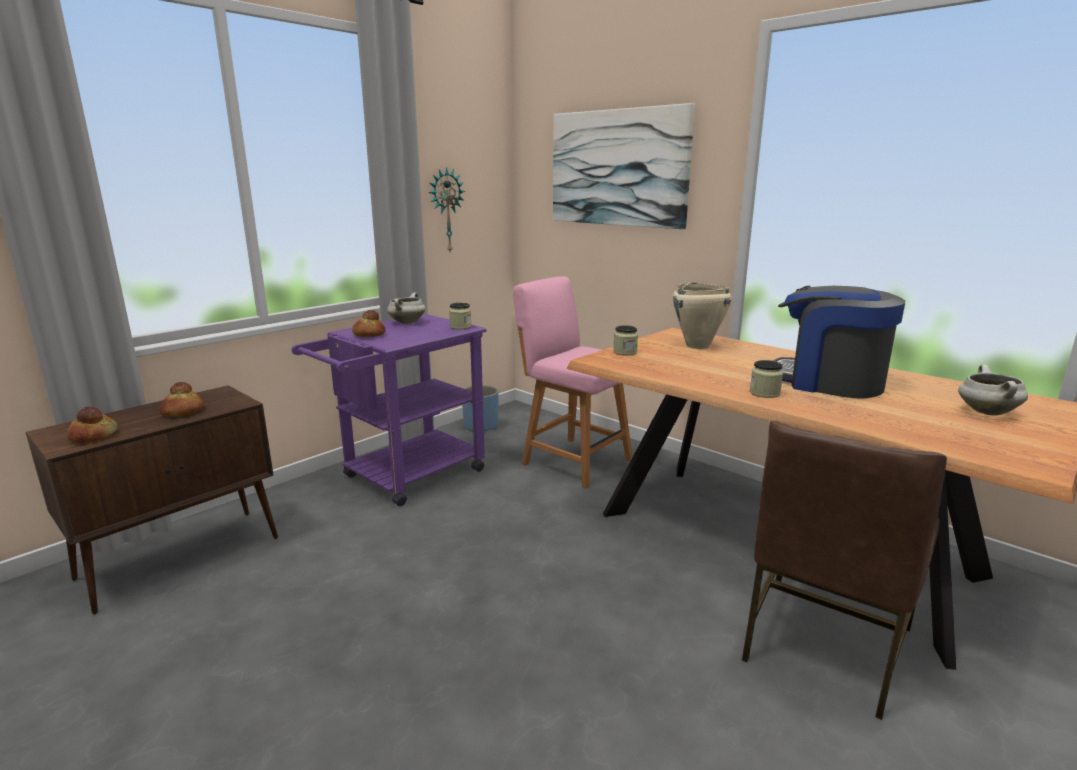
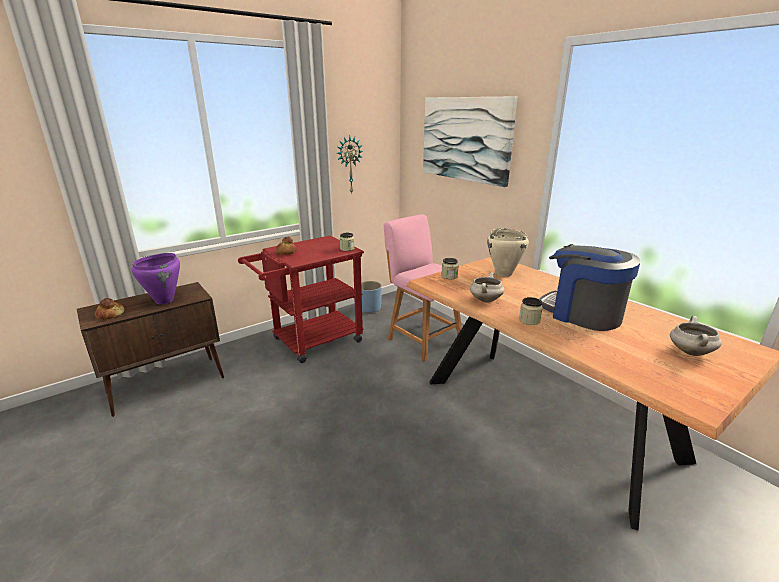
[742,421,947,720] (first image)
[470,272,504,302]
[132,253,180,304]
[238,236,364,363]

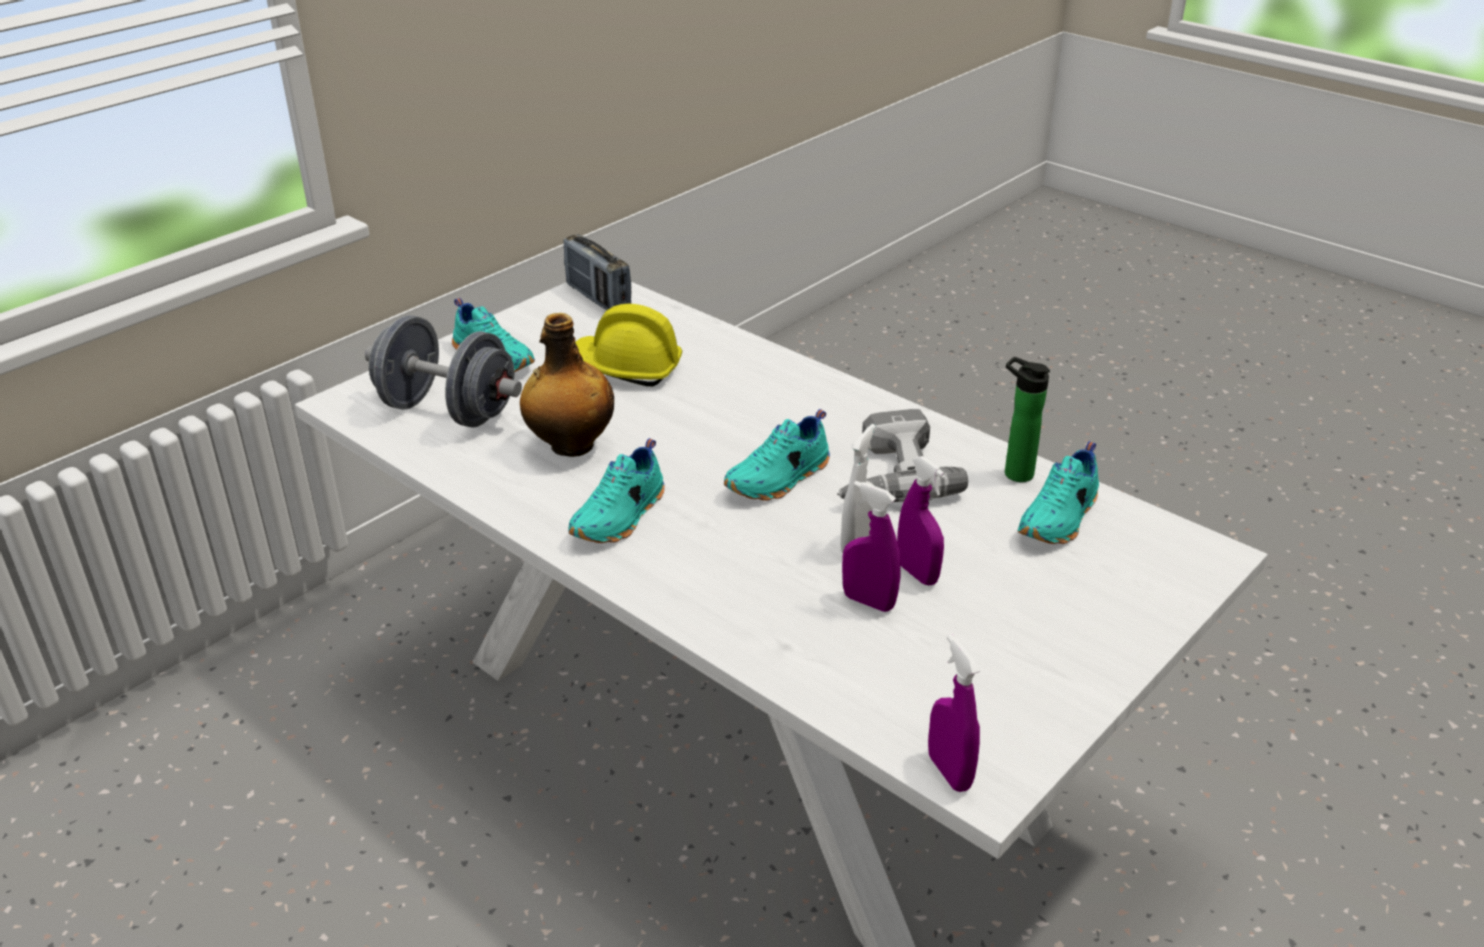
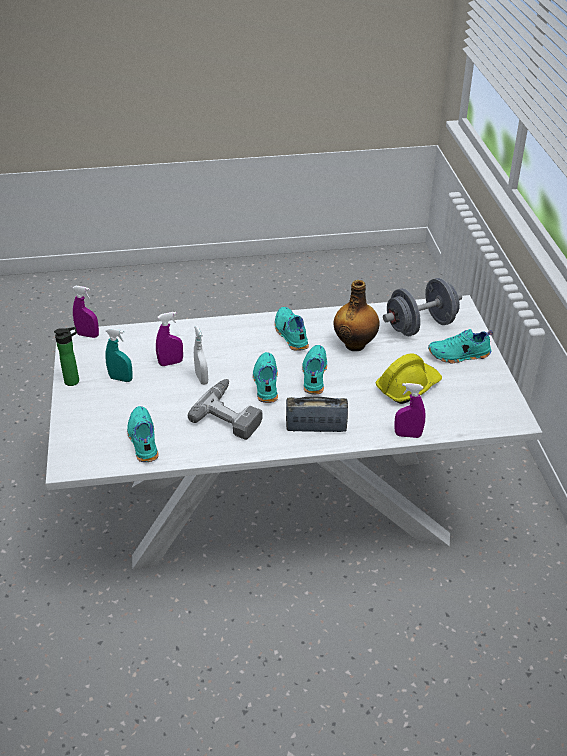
[105,328,133,382]
[302,345,327,394]
[286,396,348,432]
[394,383,426,438]
[54,327,79,386]

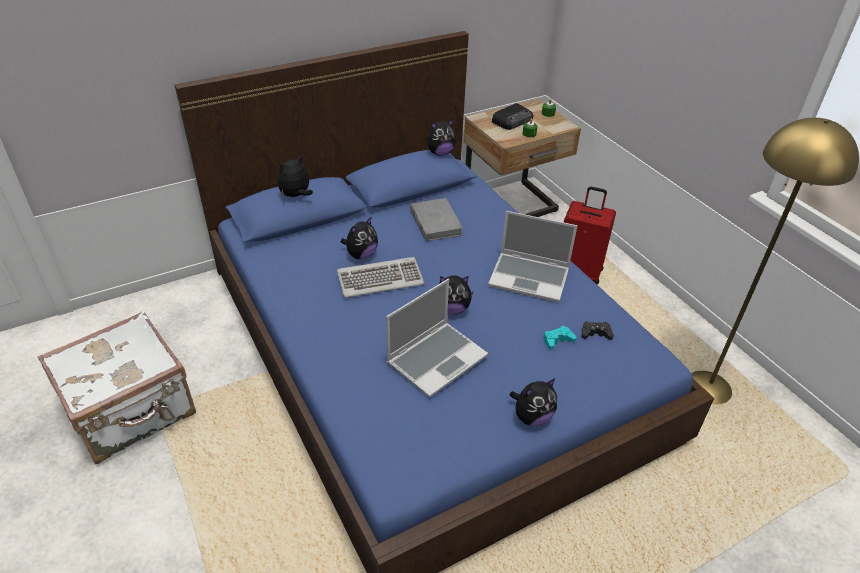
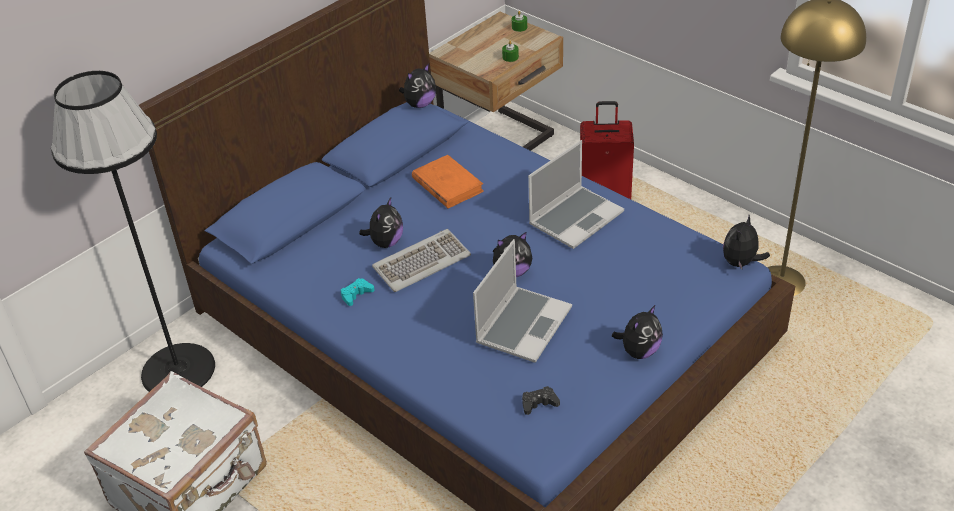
[492,103,533,130] (first image)
[51,71,215,392]
[723,215,770,269]
[341,278,375,306]
[522,386,560,415]
[412,155,484,208]
[528,140,624,249]

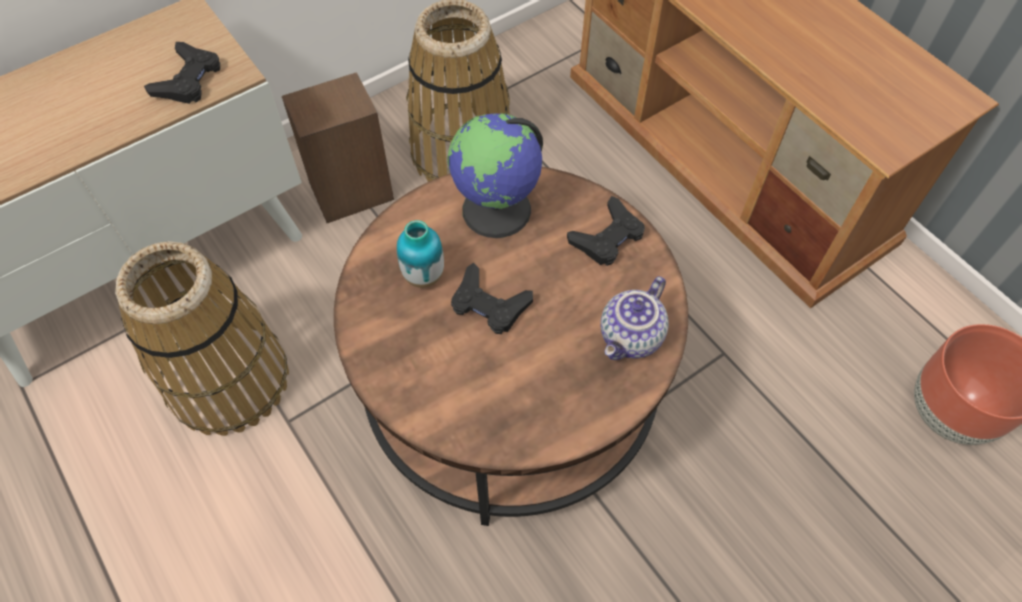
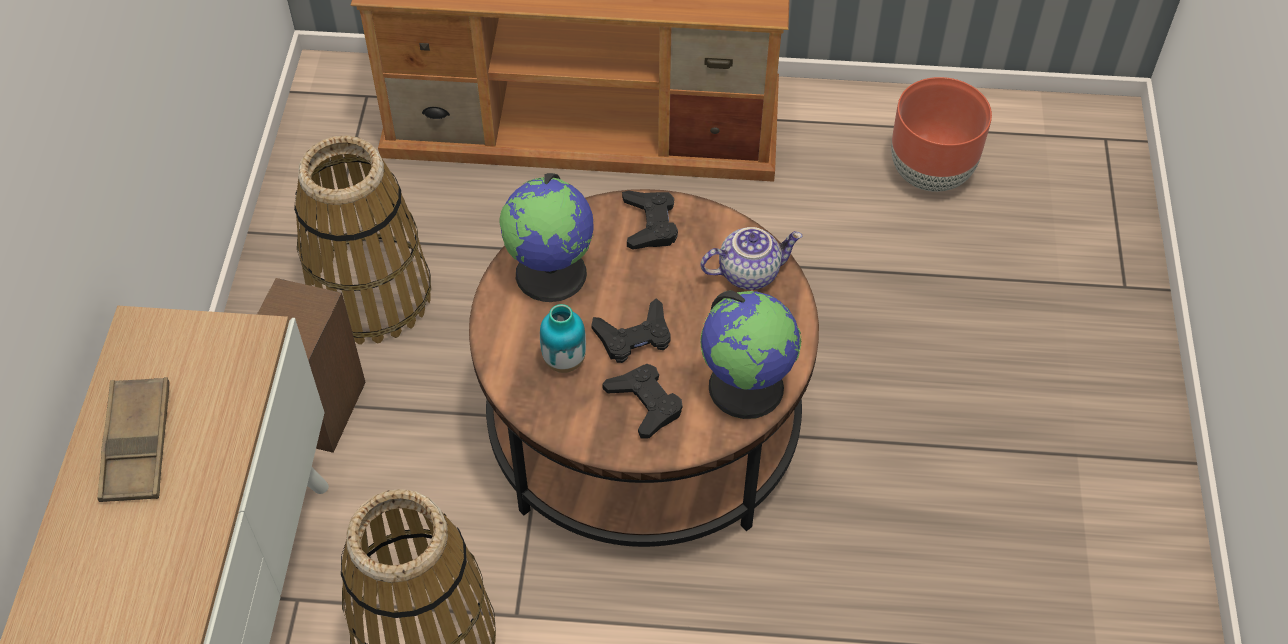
[98,377,170,502]
[700,290,801,419]
[602,364,683,439]
[700,227,803,290]

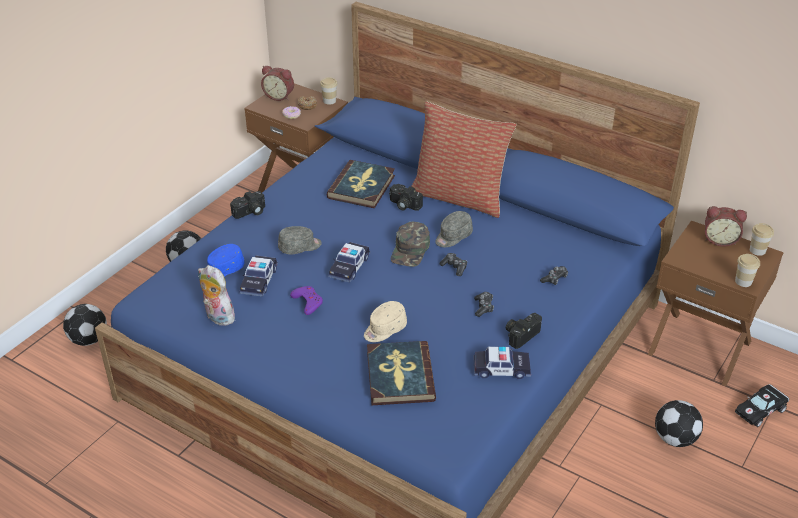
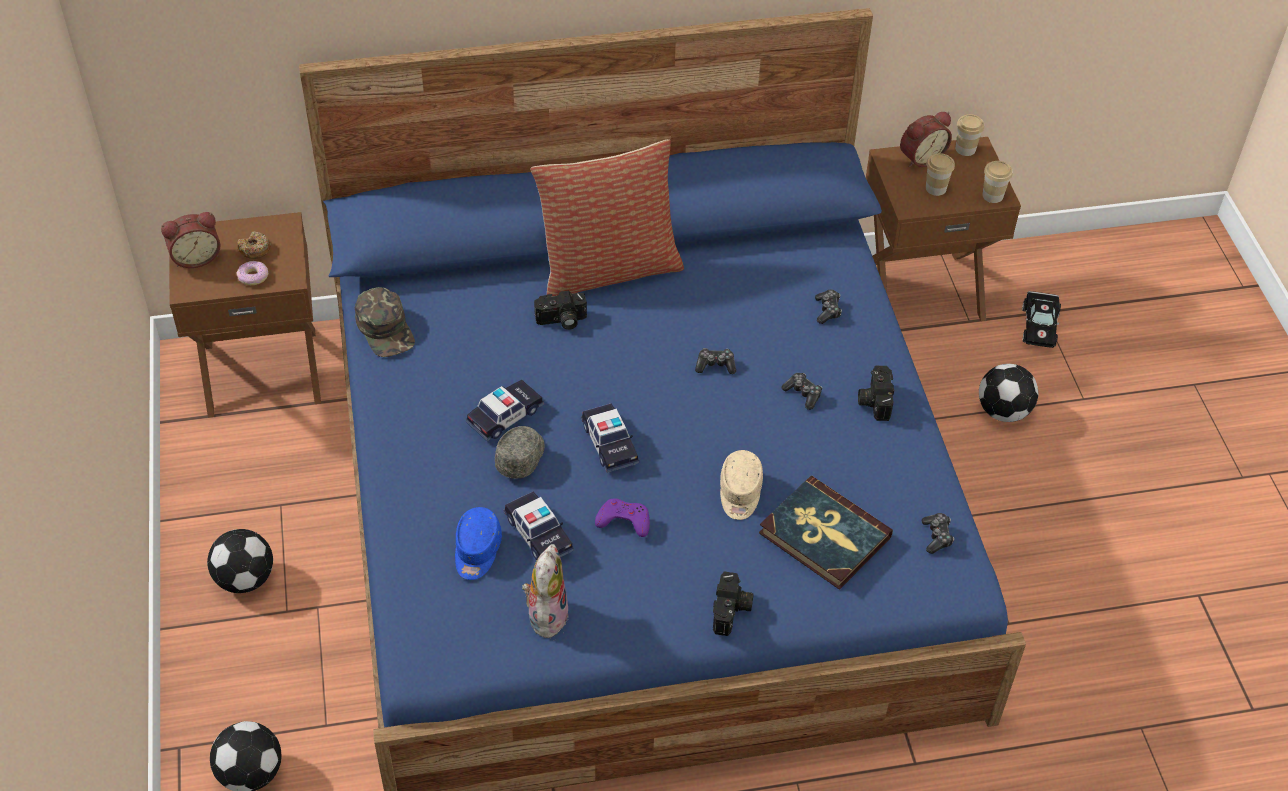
[326,160,395,208] (first image)
[435,211,473,247] (first image)
[922,513,954,554]
[713,571,754,636]
[926,153,955,196]
[355,287,415,357]
[466,380,544,442]
[522,544,568,639]

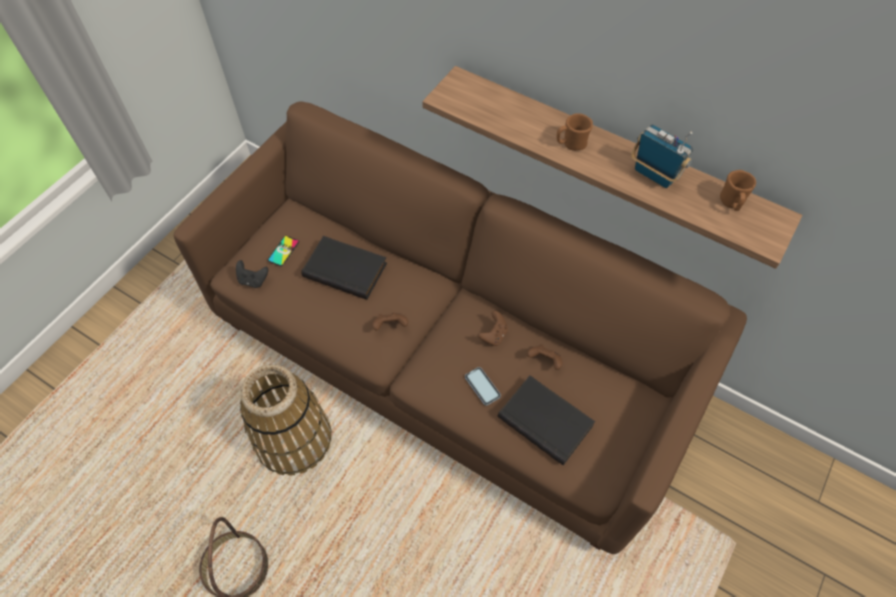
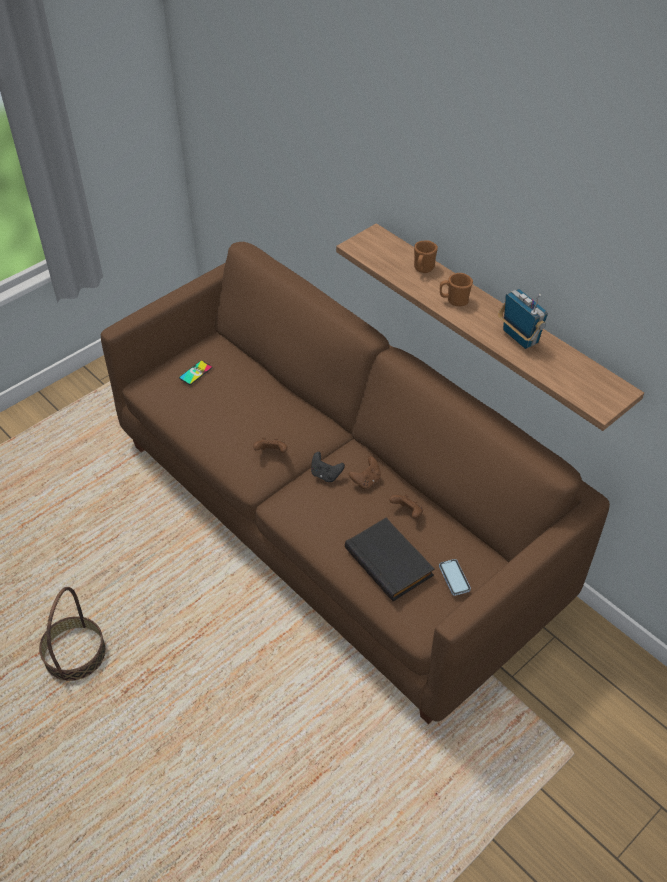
[240,364,332,476] (first image)
[301,236,387,300] (first image)
[311,452,345,482]
[439,559,471,596]
[414,241,438,273]

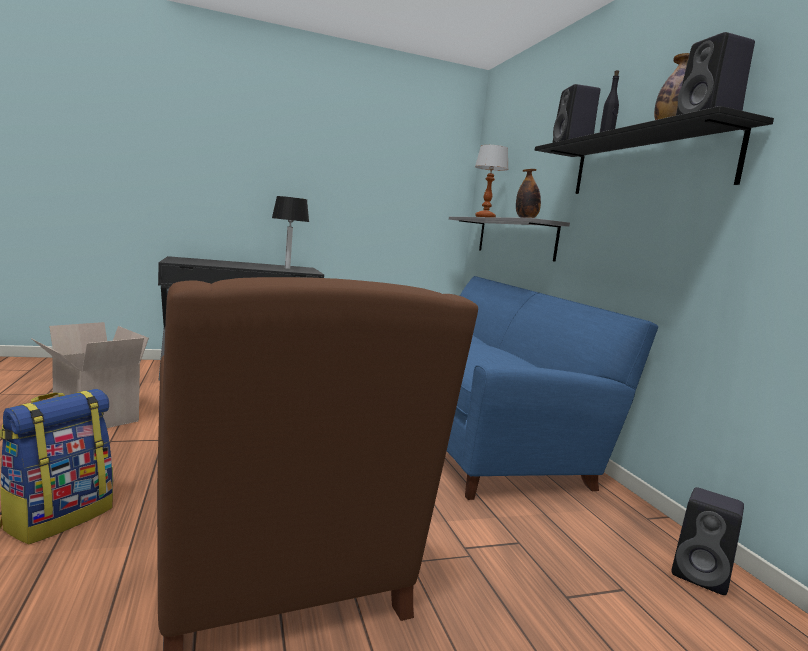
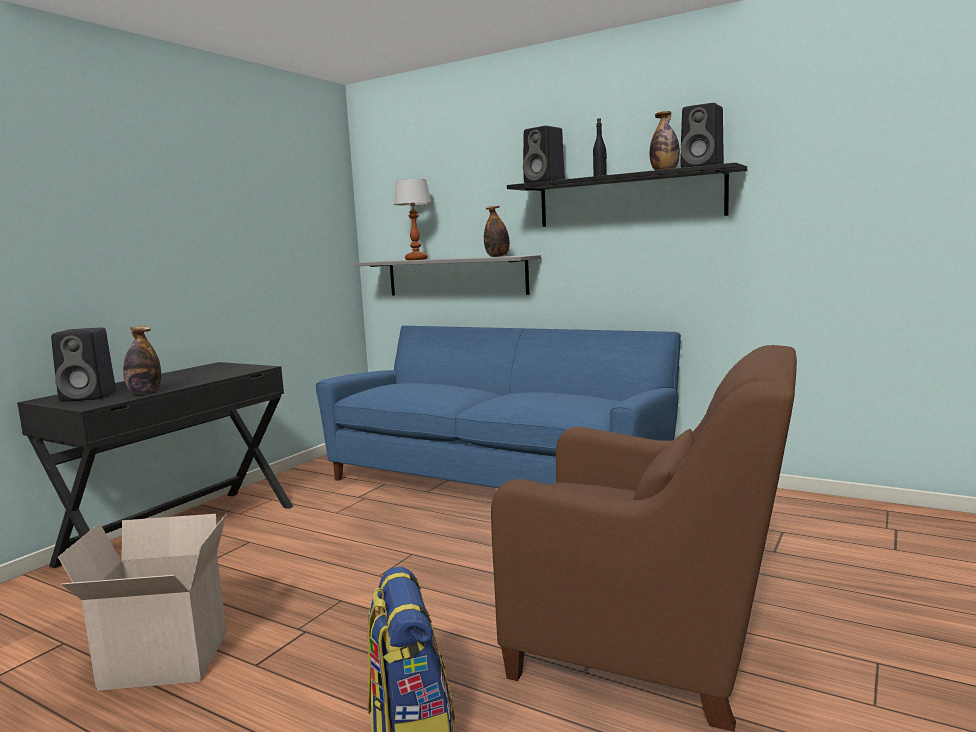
[272,196,309,269] (first image)
[123,326,161,394]
[51,327,116,402]

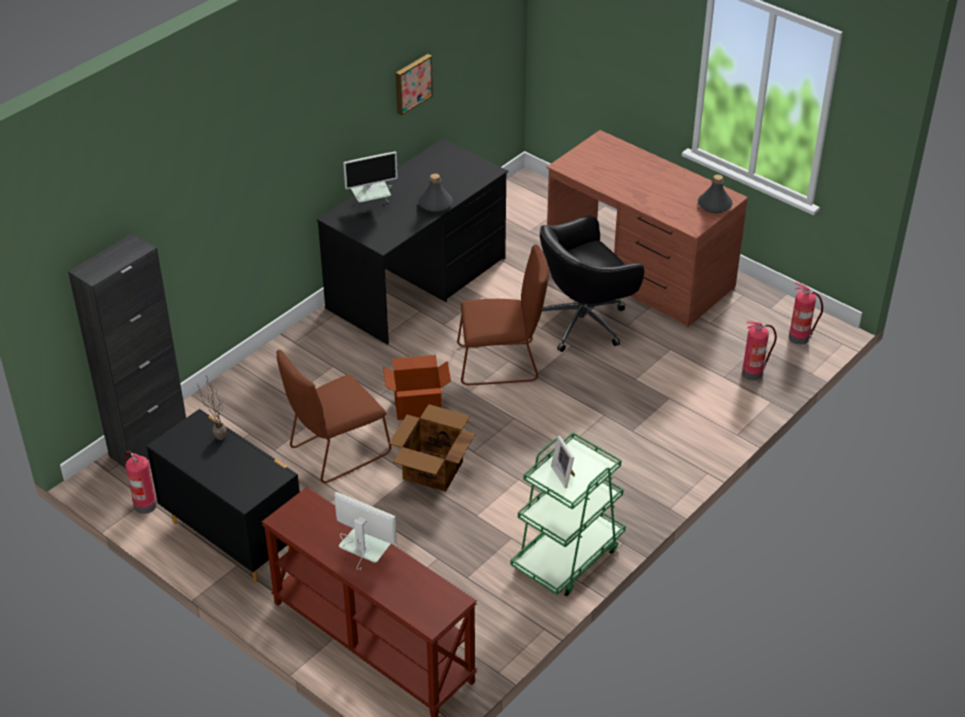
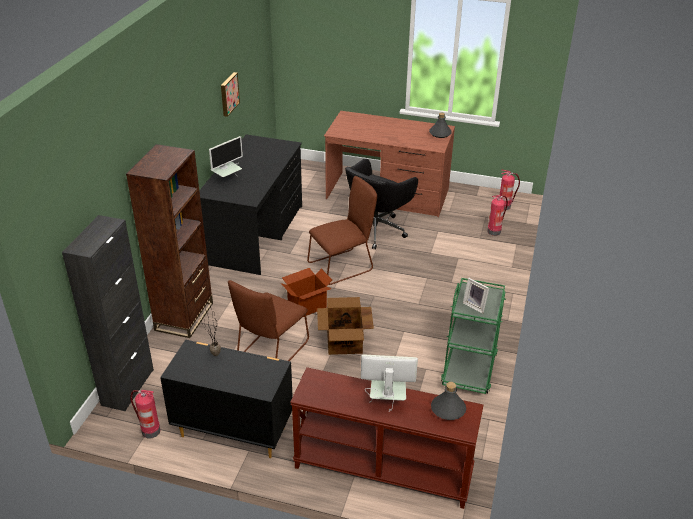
[126,144,213,338]
[431,382,466,420]

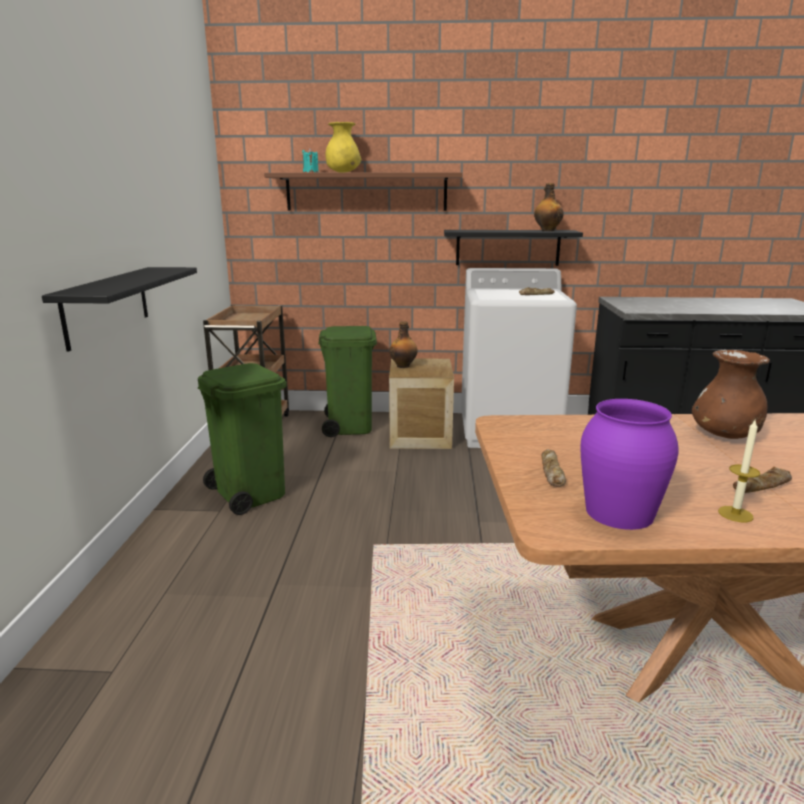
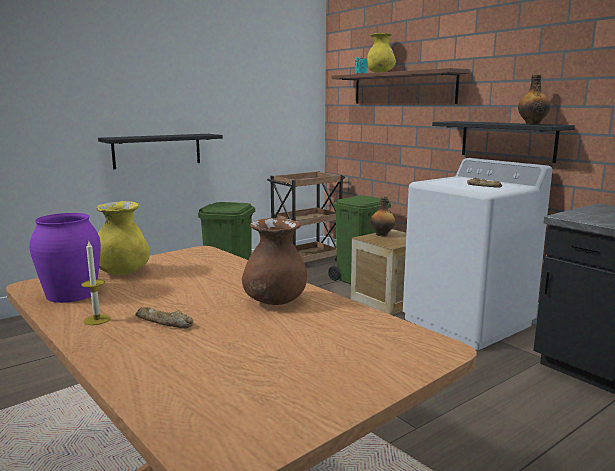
[96,201,150,275]

